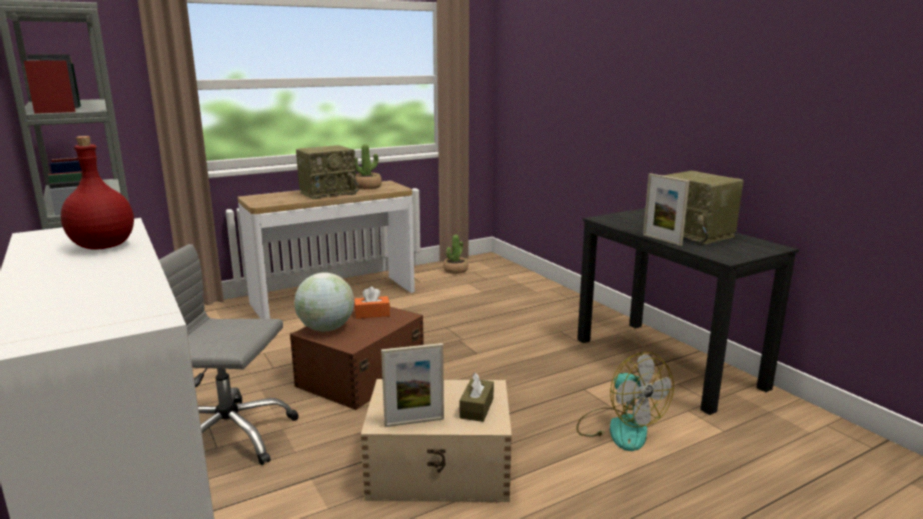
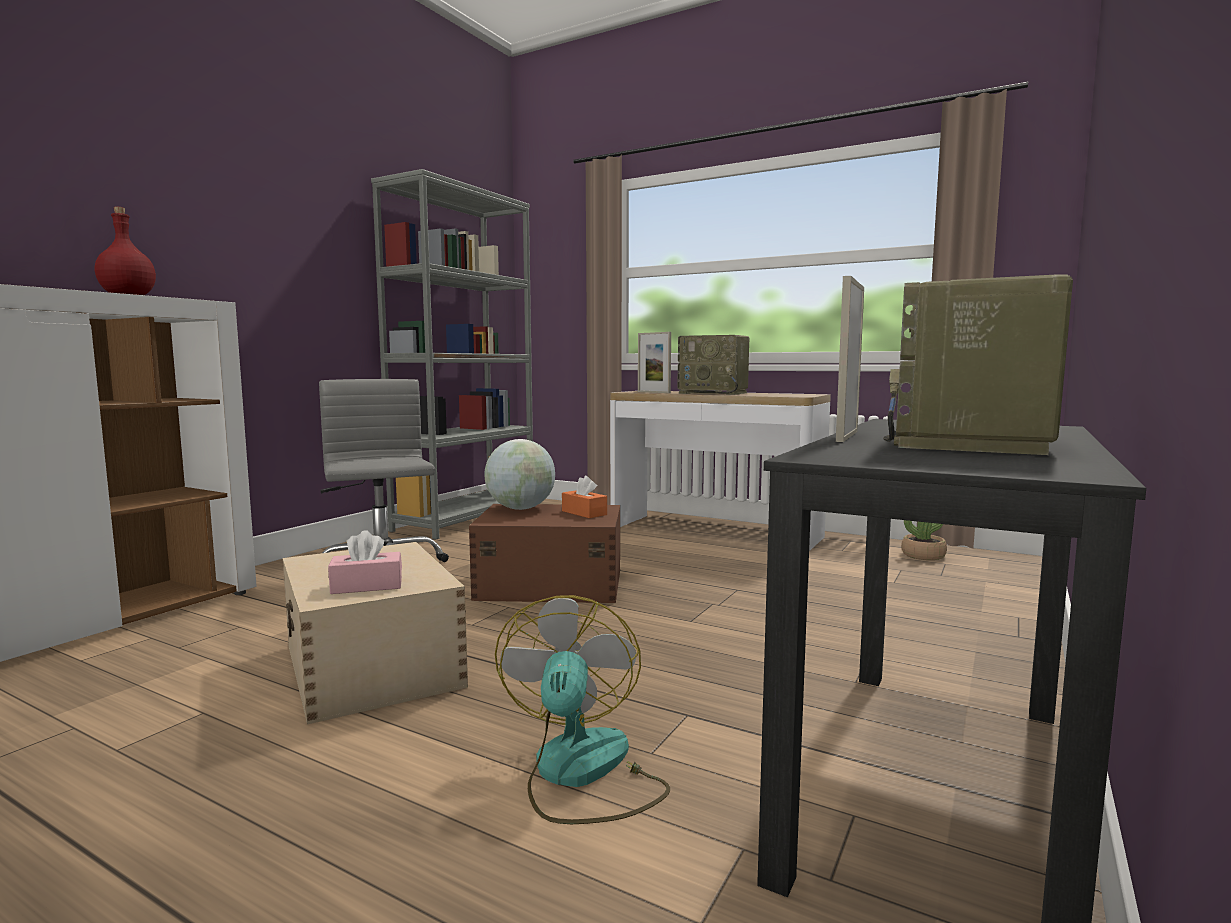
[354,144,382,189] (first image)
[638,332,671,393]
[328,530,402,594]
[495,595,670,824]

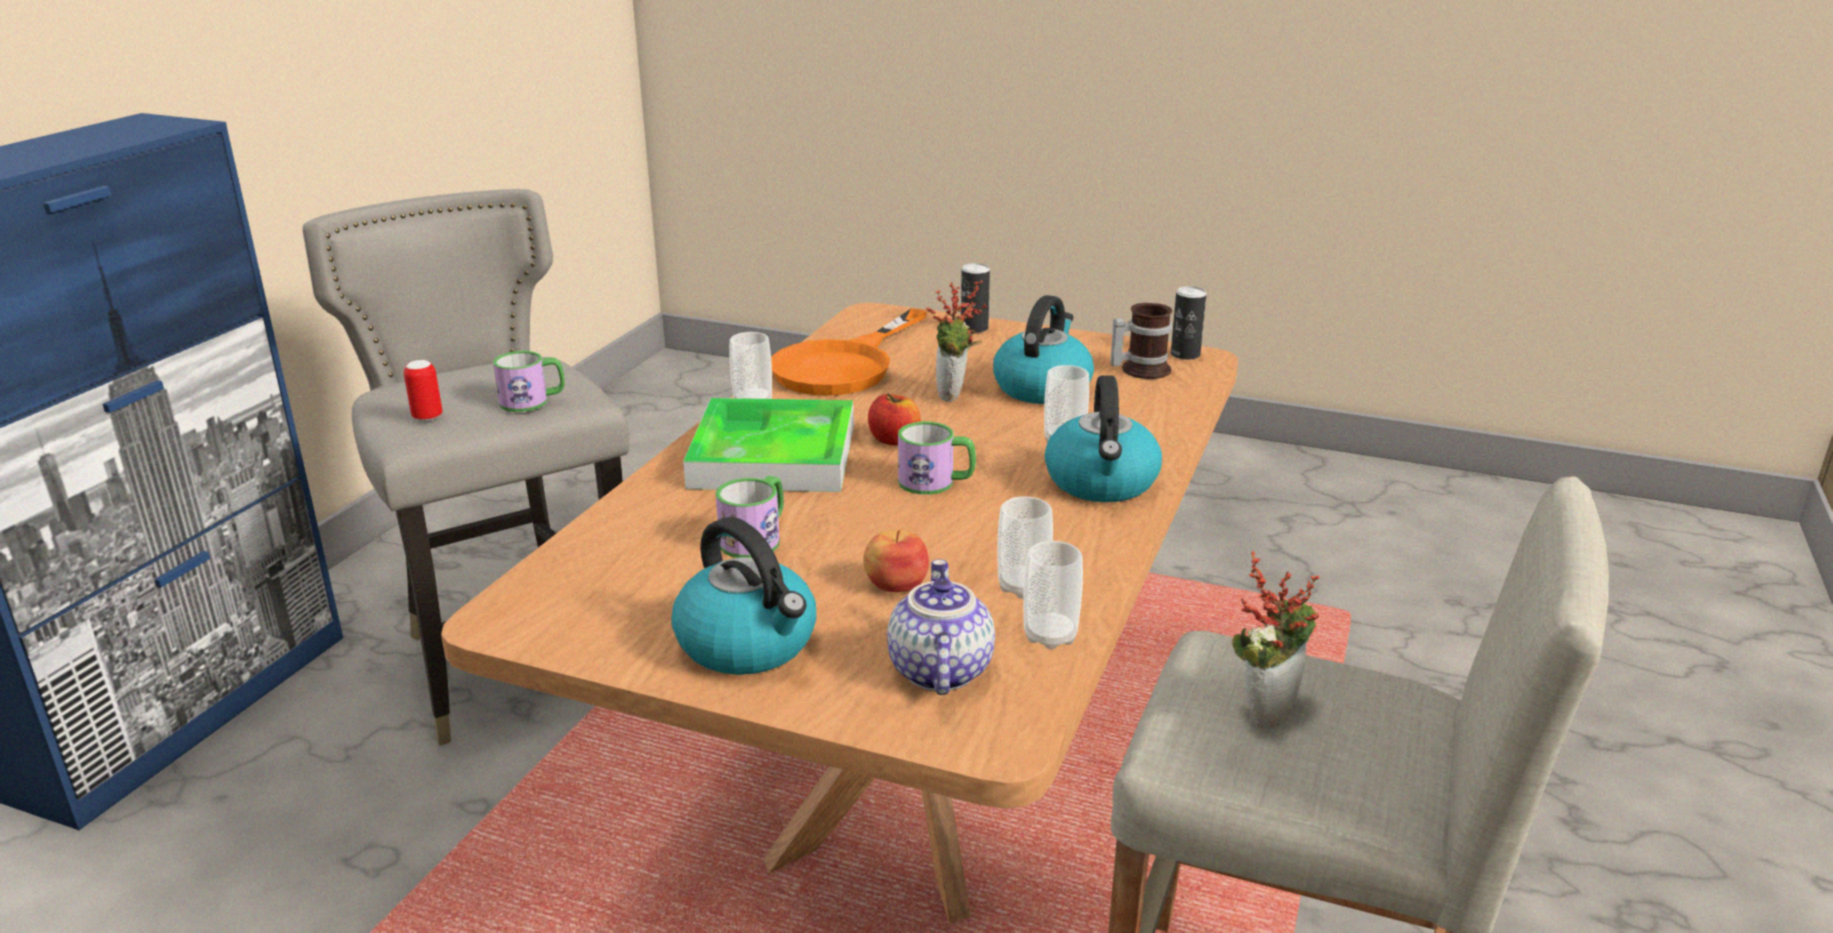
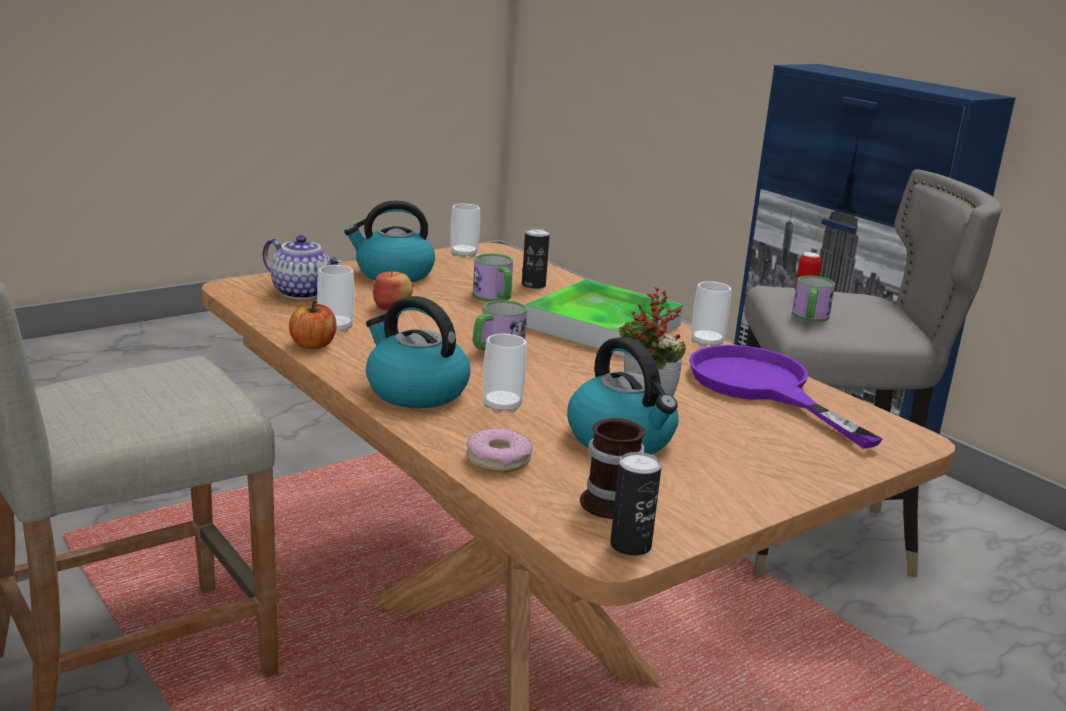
[1233,551,1320,727] (first image)
[466,428,533,472]
[289,301,337,349]
[522,228,550,289]
[450,203,480,258]
[689,345,883,448]

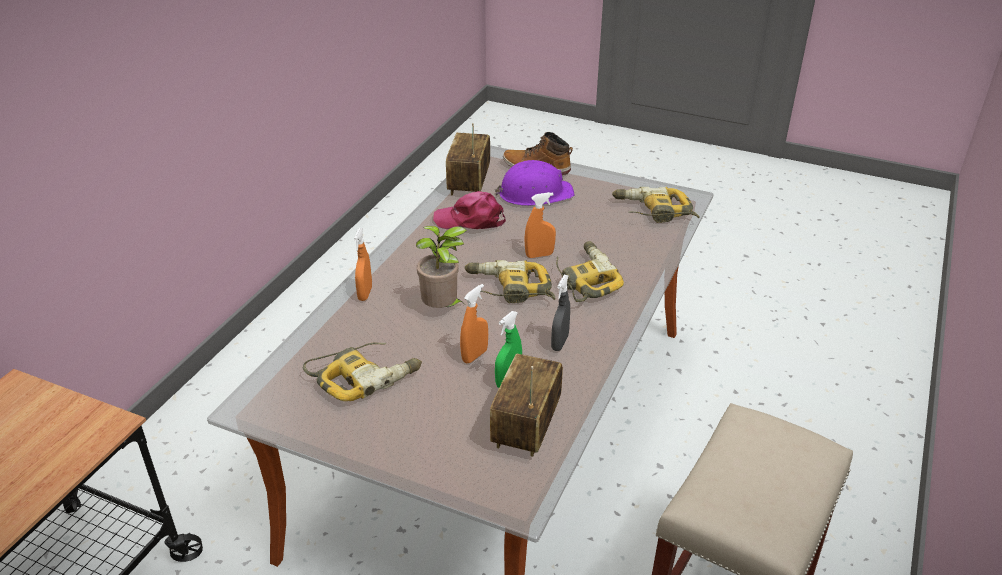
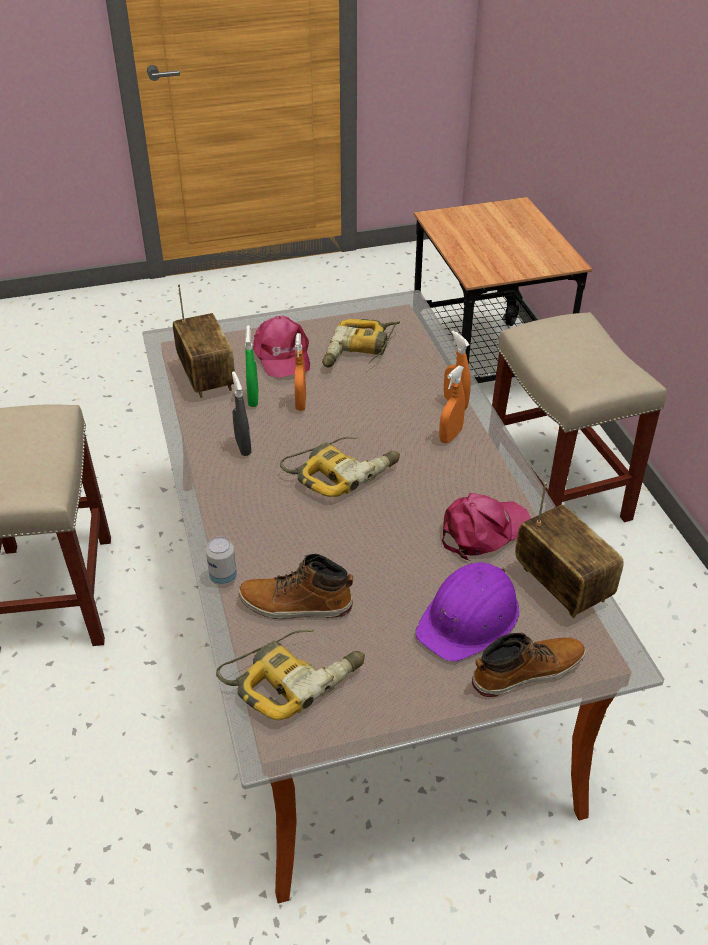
[416,226,467,308] (first image)
[556,241,624,302] (first image)
[206,536,237,585]
[239,554,353,619]
[253,316,310,378]
[492,312,667,522]
[439,366,465,443]

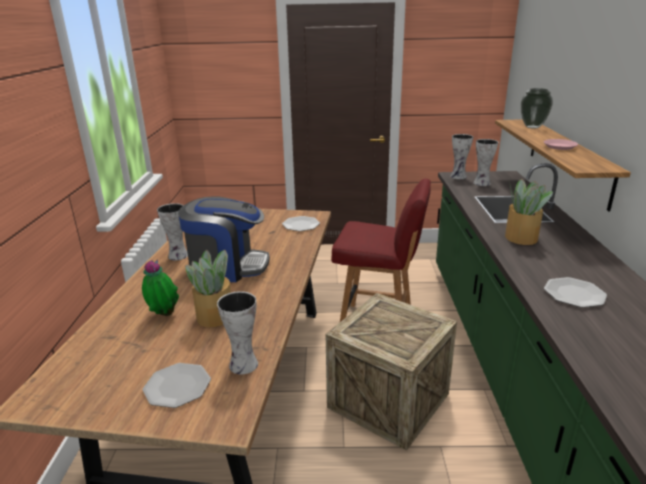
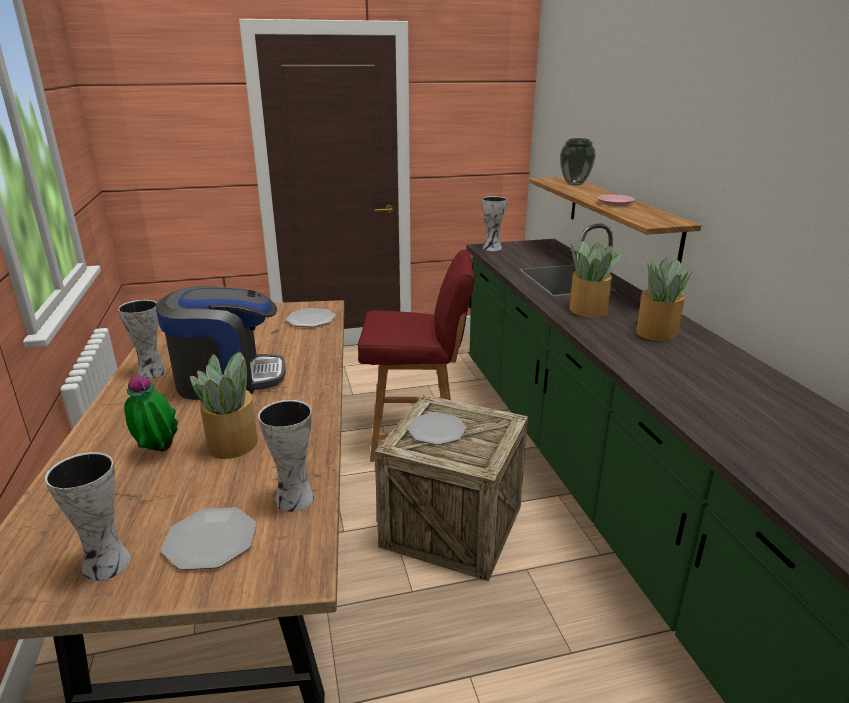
[636,258,694,341]
[45,452,131,581]
[407,412,467,445]

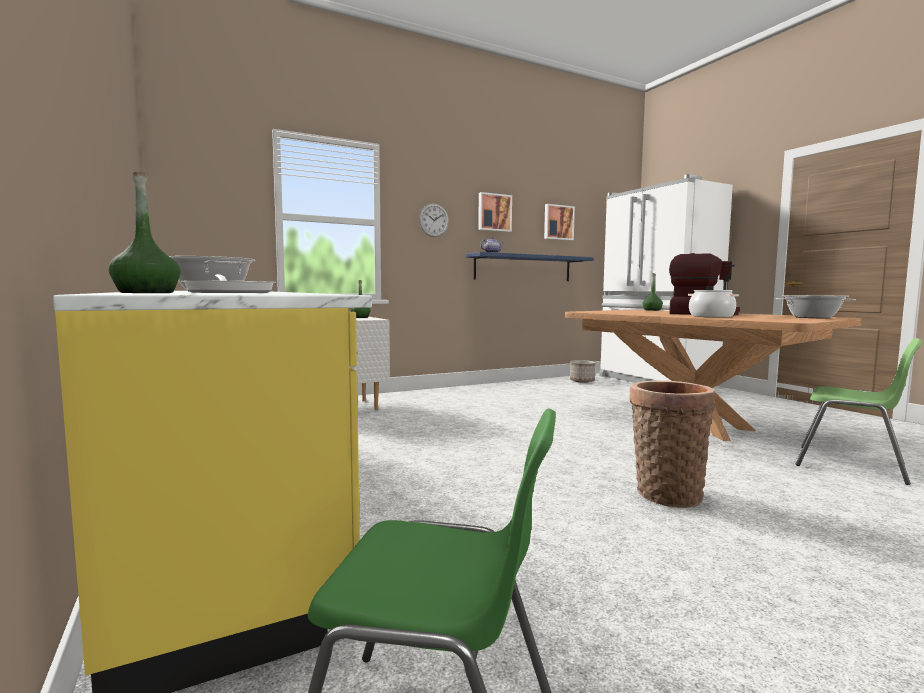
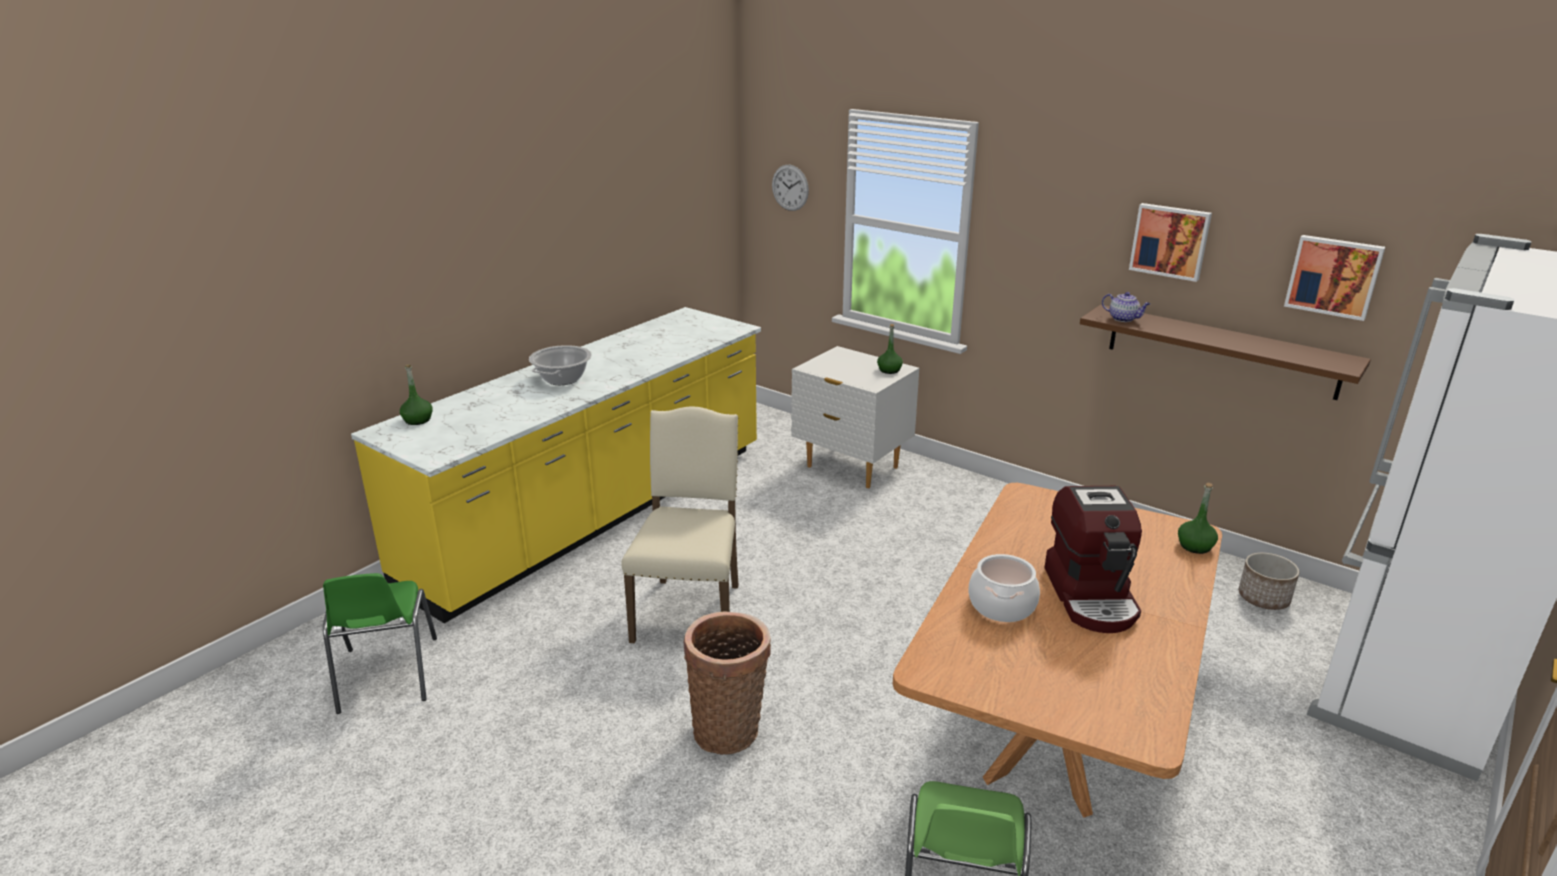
[182,274,276,293] (first image)
[776,295,856,318] (first image)
[621,406,739,643]
[772,165,809,211]
[1080,305,1371,400]

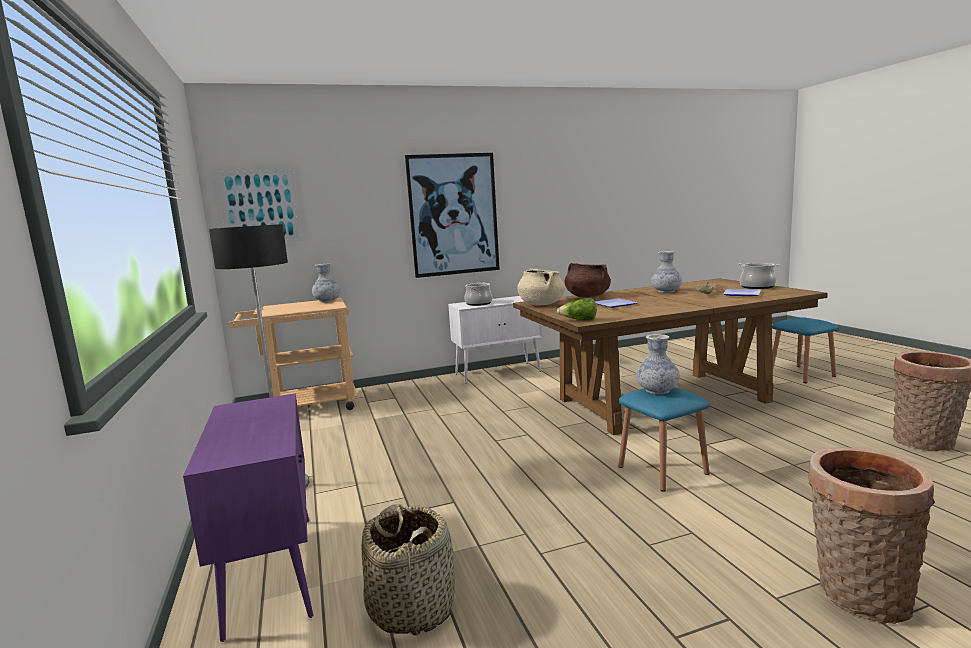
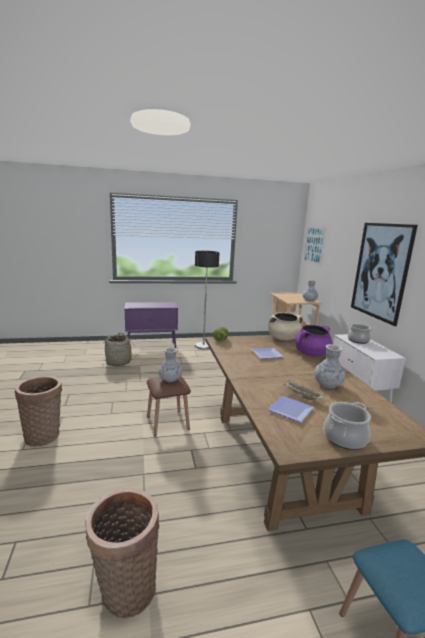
[294,325,333,356]
[147,376,191,436]

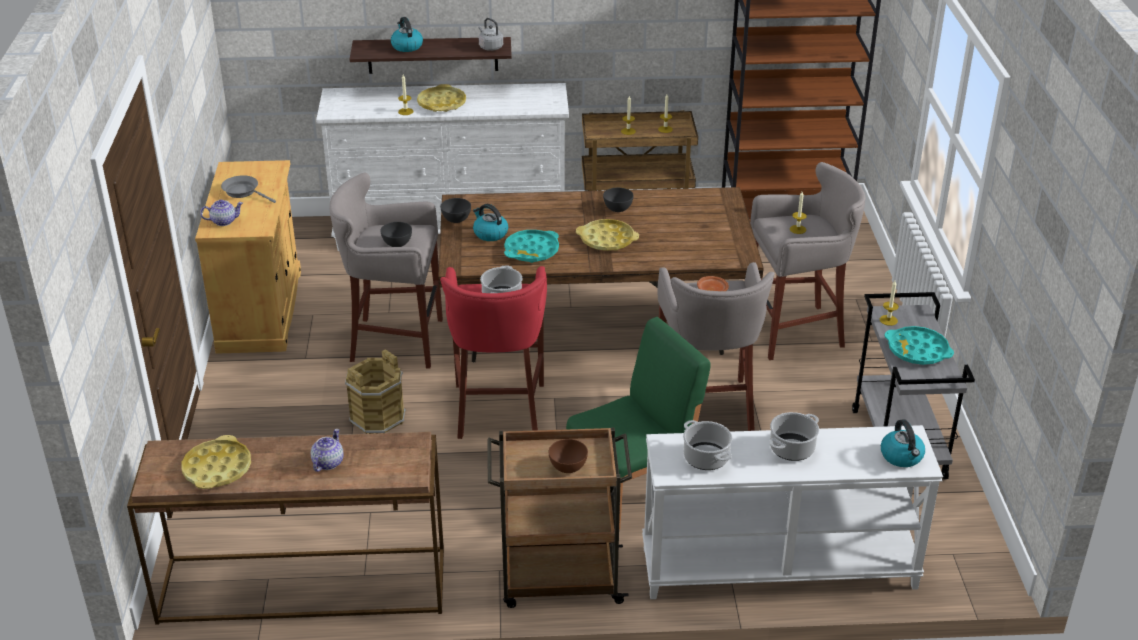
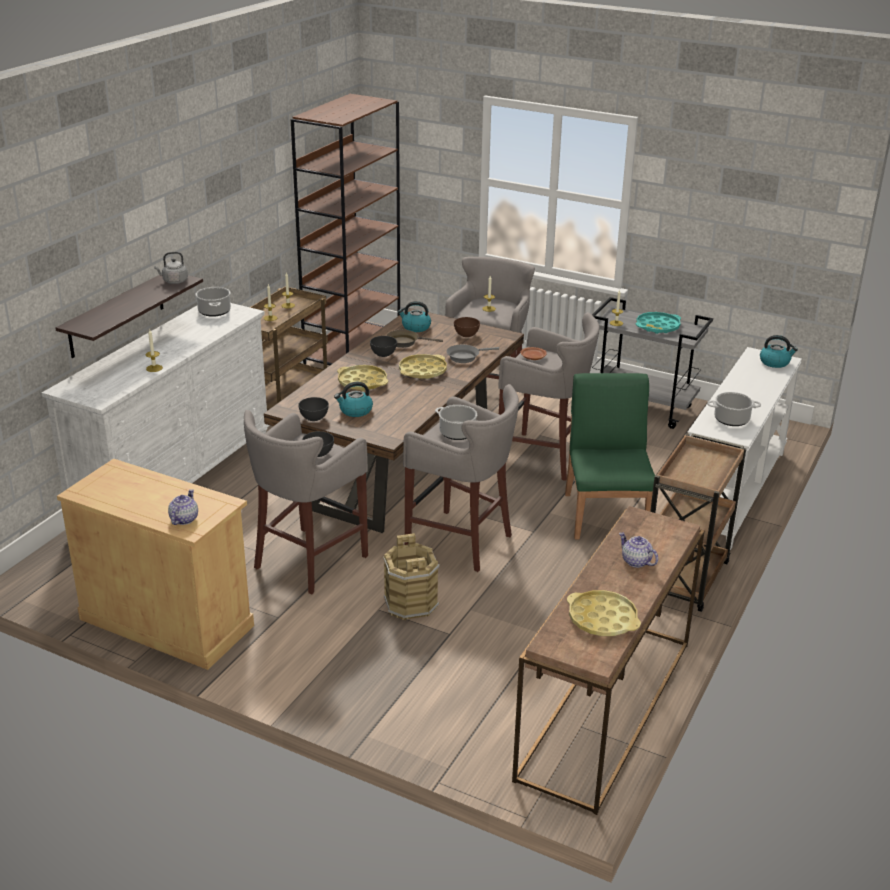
[504,230,559,263] (first image)
[386,330,443,348]
[446,345,499,363]
[398,301,431,332]
[337,365,388,391]
[454,317,480,337]
[195,287,231,317]
[403,384,519,572]

